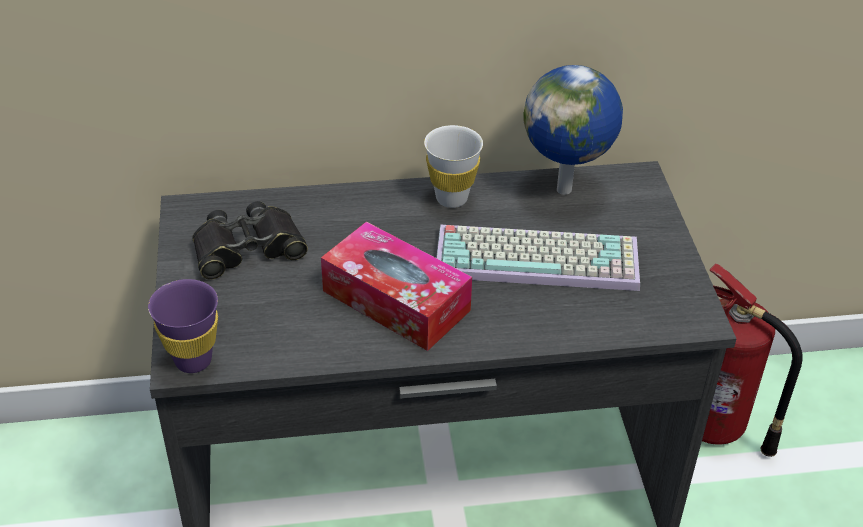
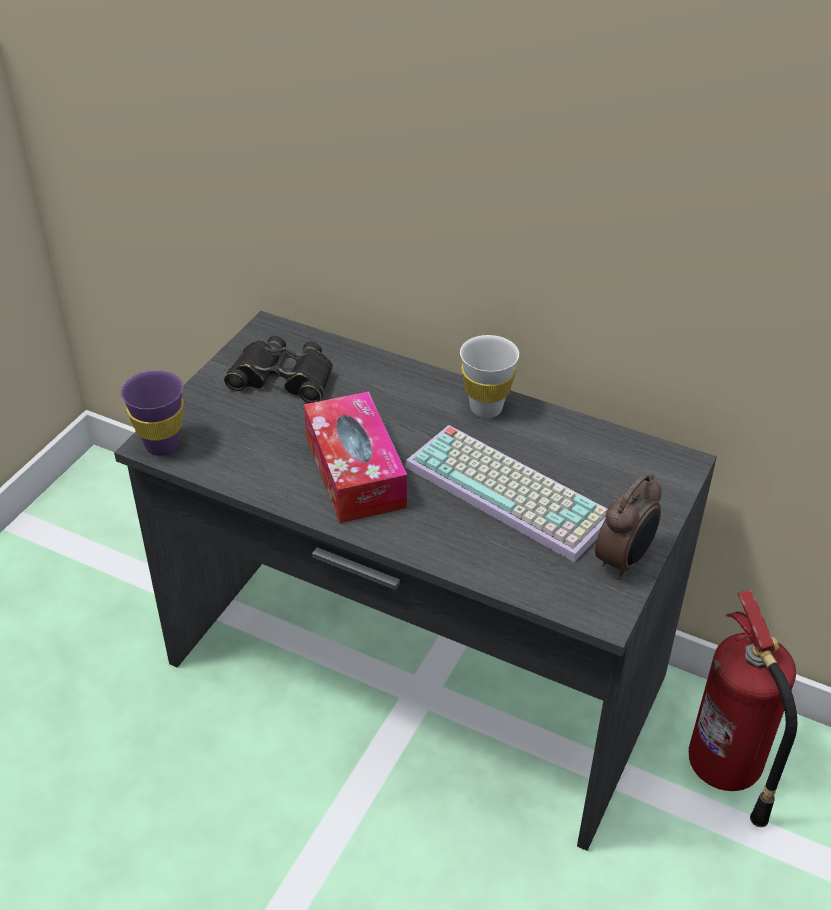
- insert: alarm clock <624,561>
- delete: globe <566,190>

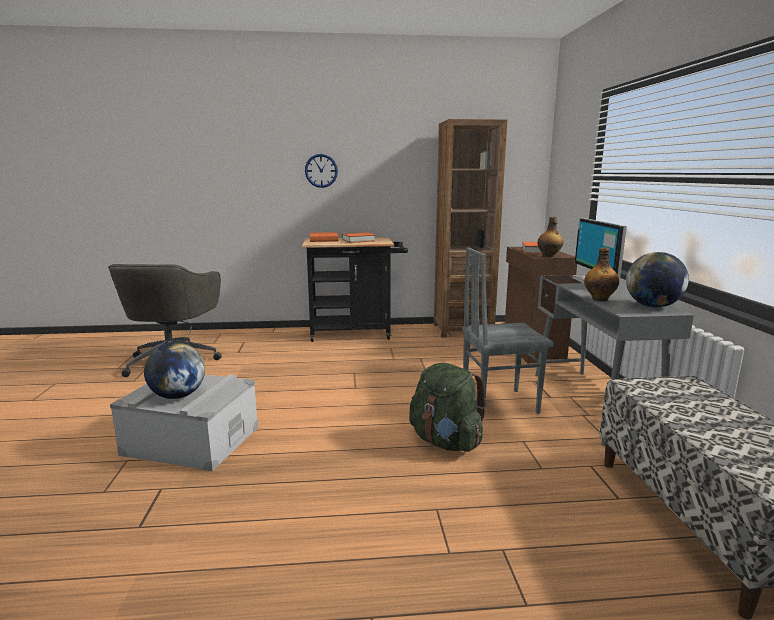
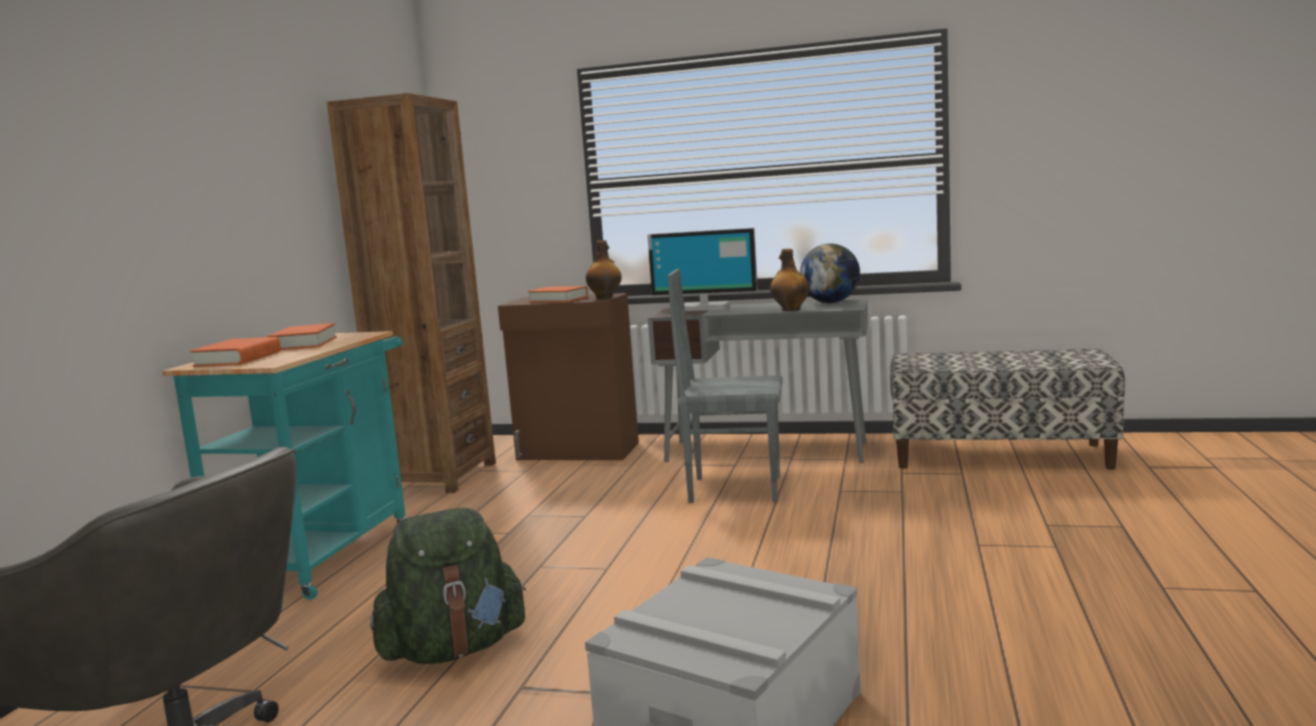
- recolor: black cart <356,333> to turquoise cart <325,554>
- move: green backpack <446,442> to <454,650>
- rotate: grey chair <498,403> = <734,489> 90 degrees clockwise
- delete: globe <178,396>
- delete: wall clock <321,170>

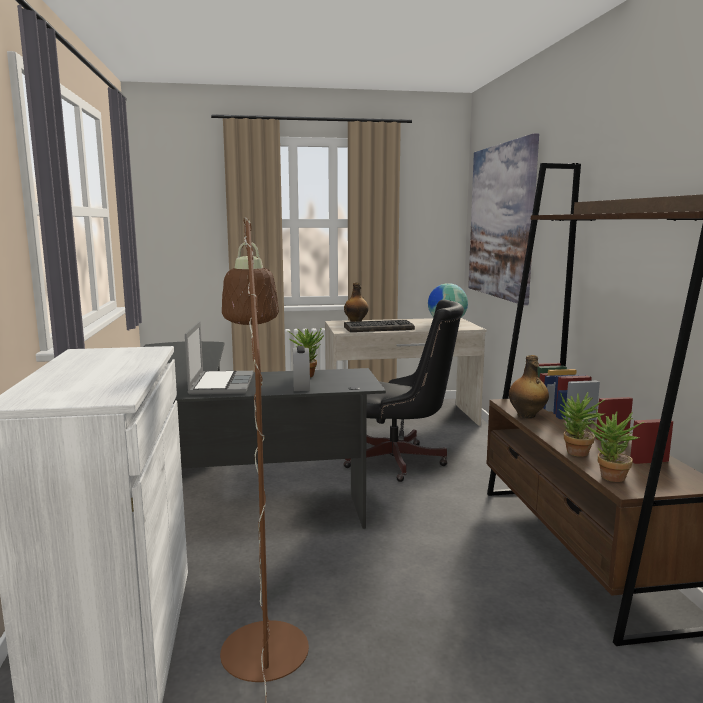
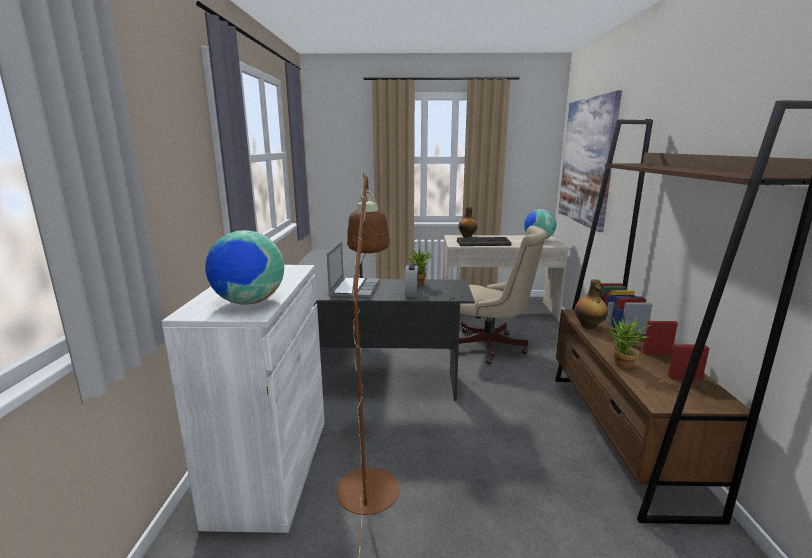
- insert: globe <249,302>
- recolor: black office chair <401,462> to beige office chair <492,347>
- delete: potted plant <609,478>

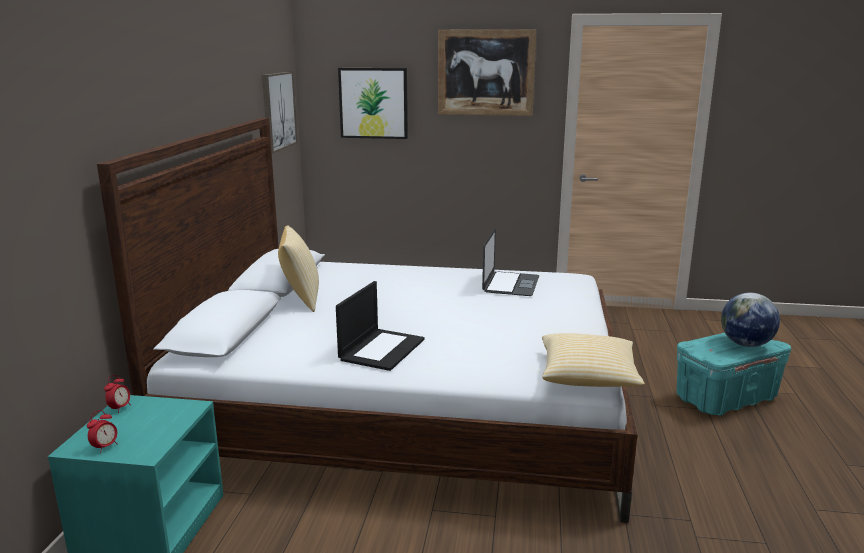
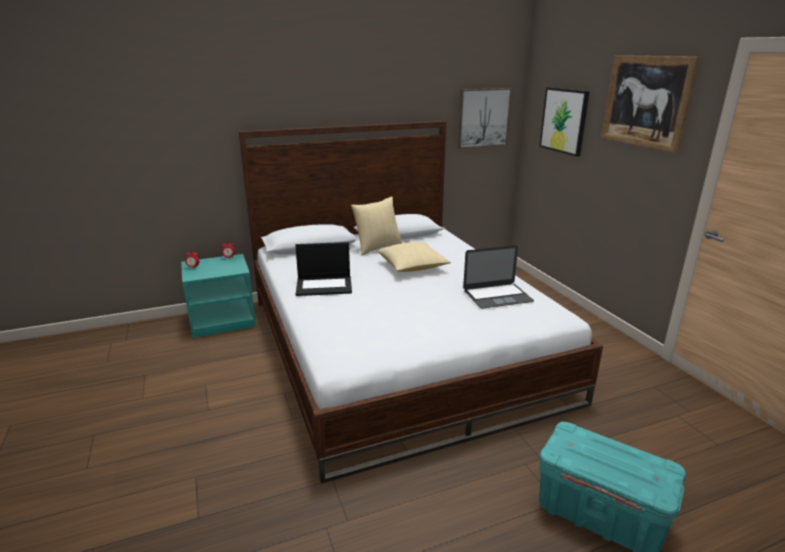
- move: pillow <588,377> to <412,267>
- delete: globe <745,344>

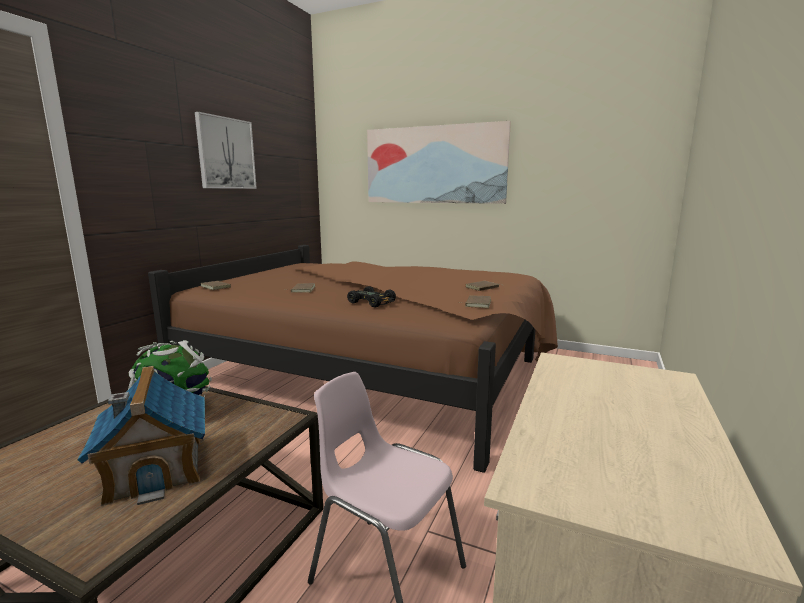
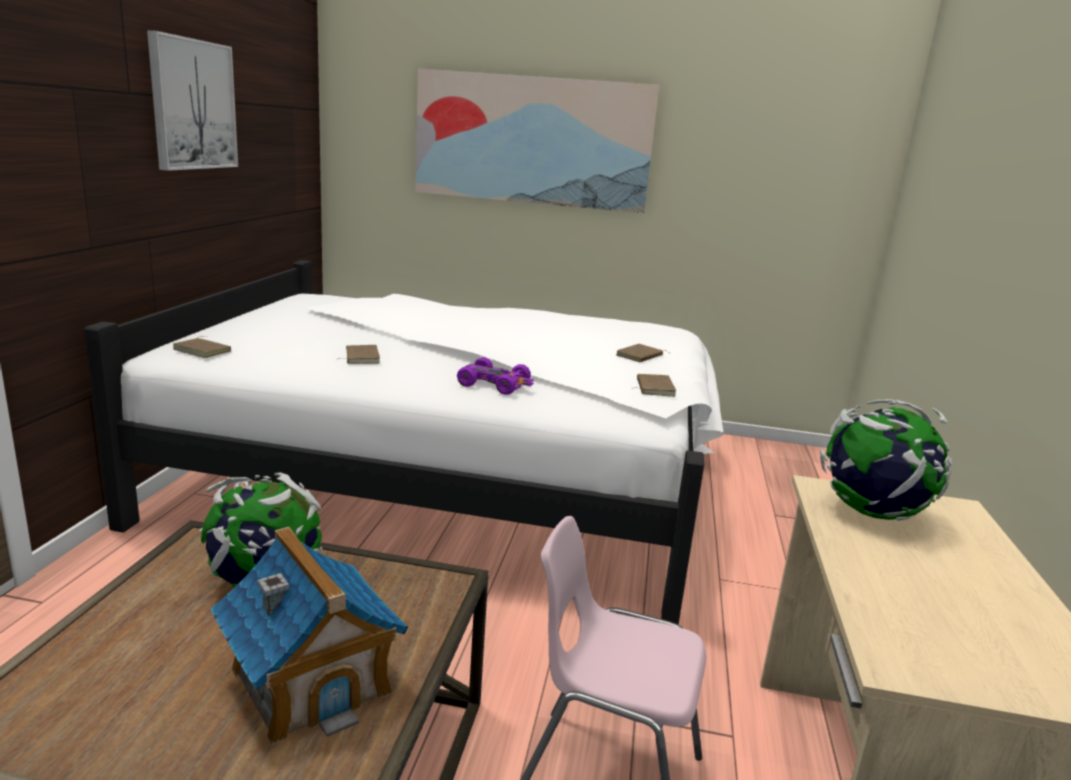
- recolor: brown bed <377,371> to white bed <460,478>
- recolor: black toy car <372,302> to purple toy car <495,385>
- insert: globe <871,513>

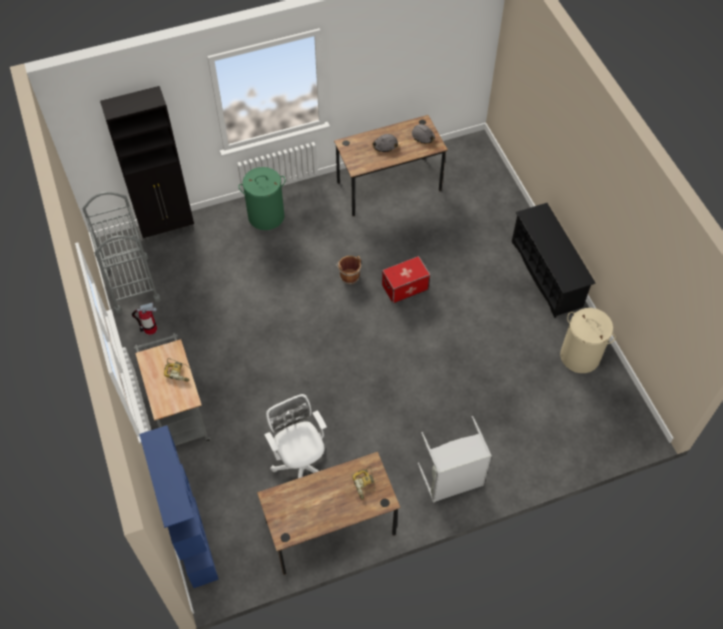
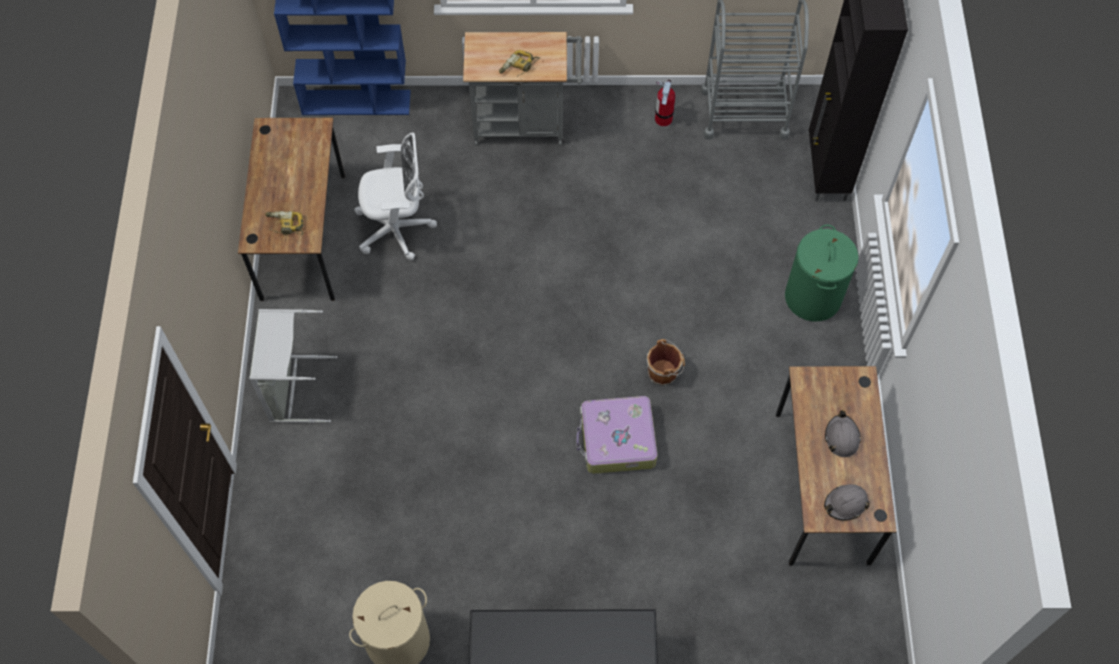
- replace: storage box <405,287> to suitcase <616,440>

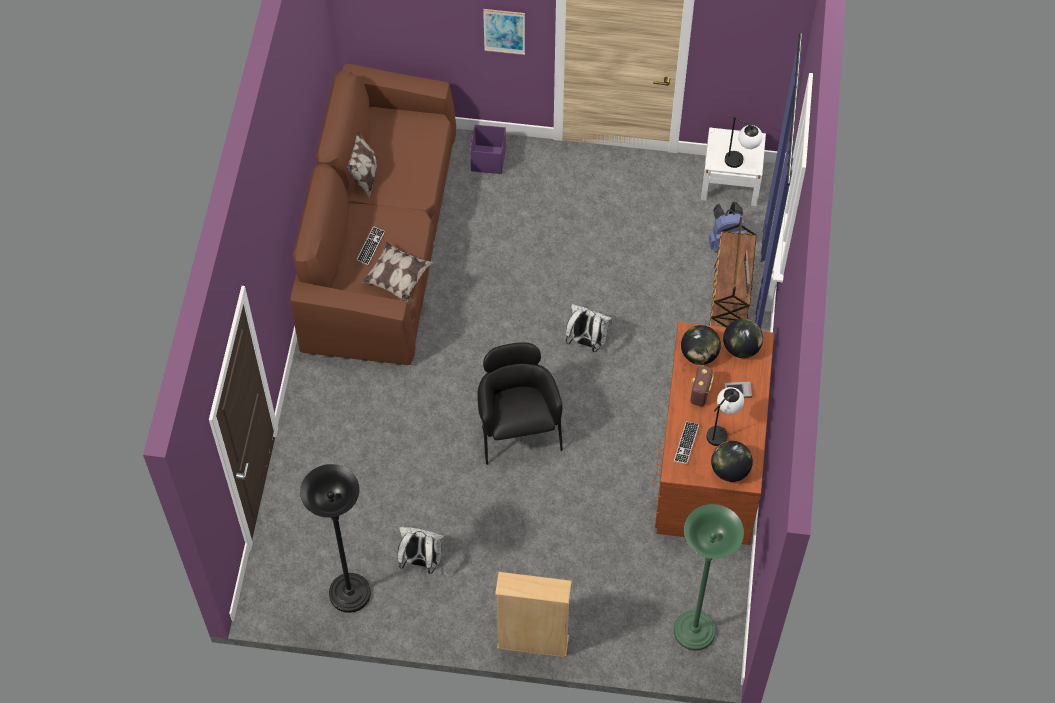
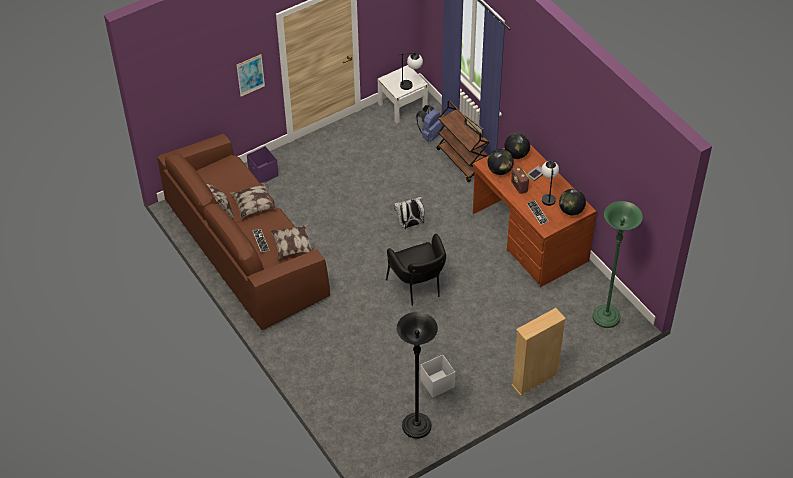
- insert: pillow <254,205>
- rotate: black armchair <517,429> = <418,288> 150 degrees counterclockwise
- replace: white backpack <421,560> to white storage box <437,384>

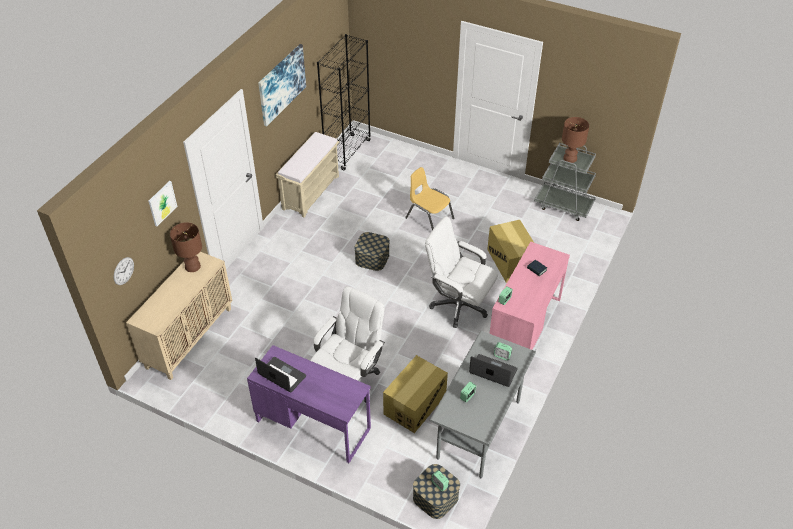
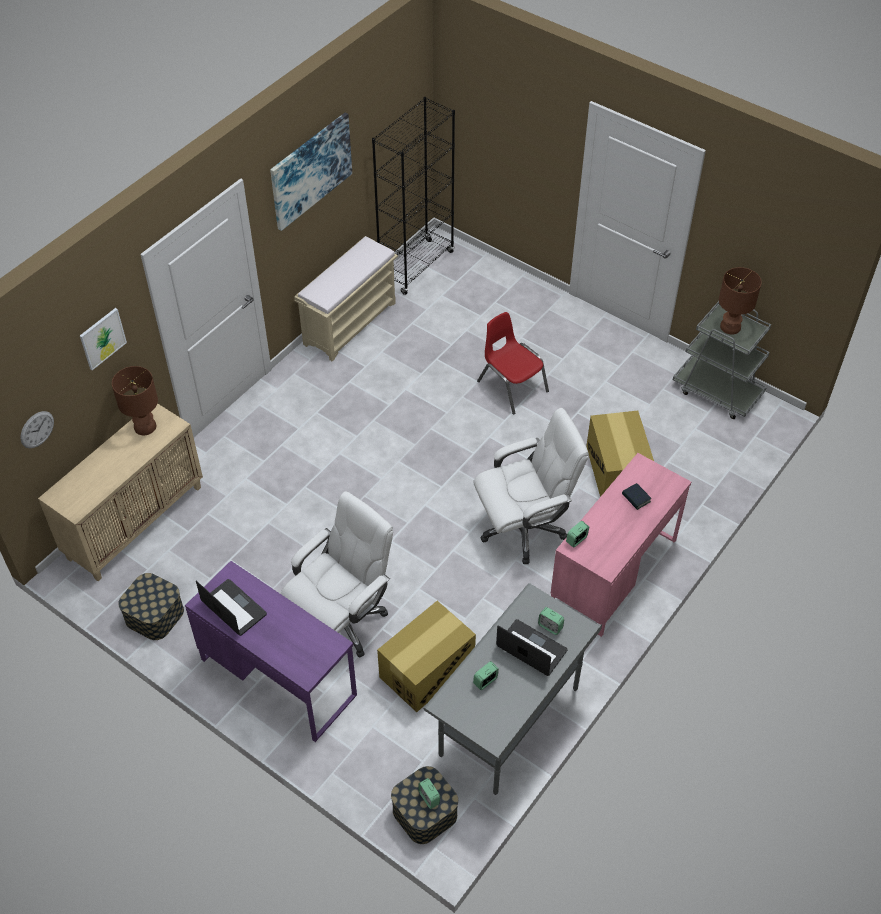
- move: storage box <372,258> to <154,615>
- rotate: white office chair <458,305> = <524,528> 120 degrees clockwise
- recolor: yellow chair <429,218> to red chair <512,386>

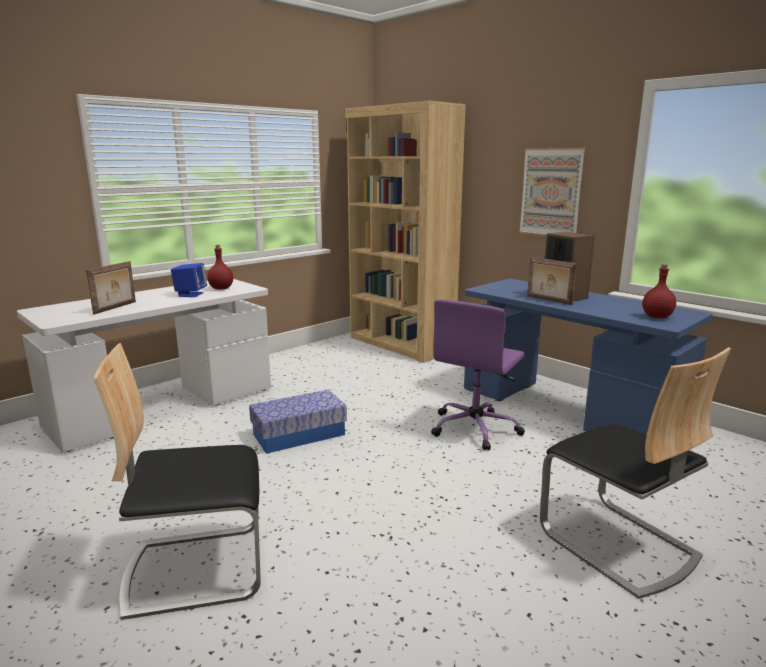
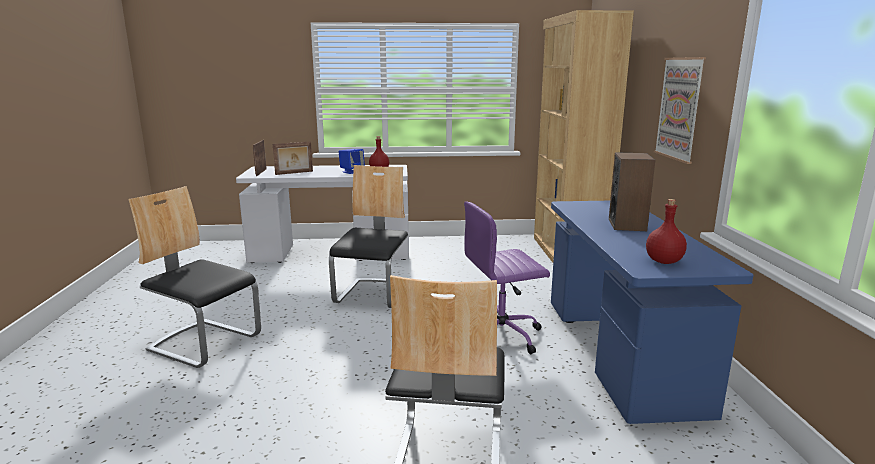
- move: picture frame <548,300> to <260,172>
- replace: storage box <299,434> to chair <373,294>

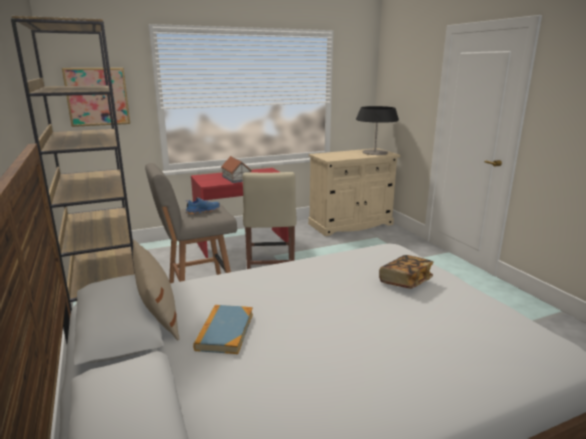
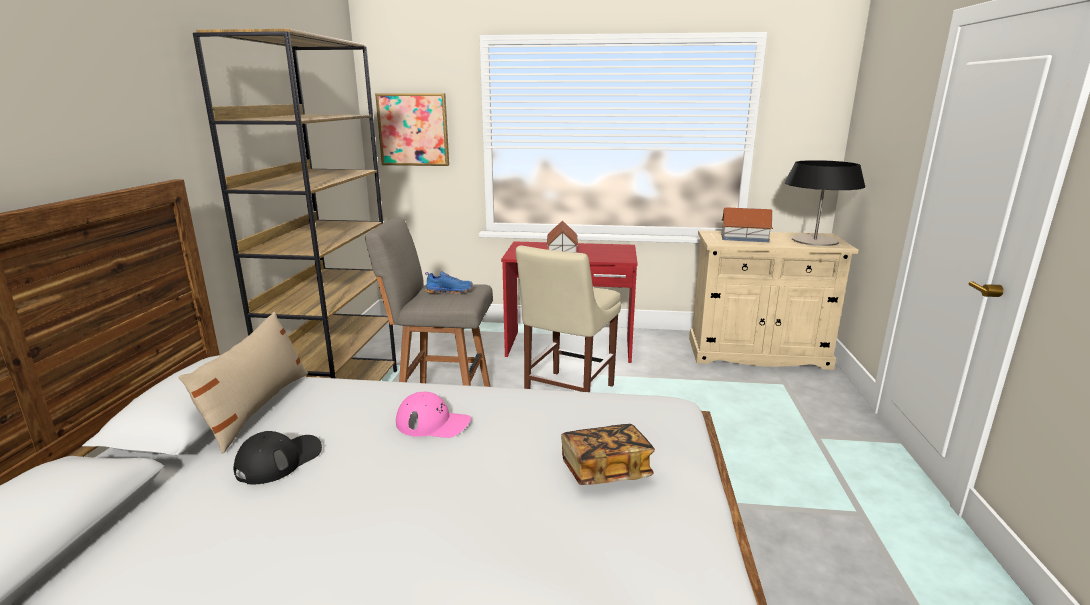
- replace: book <225,331> to black cap <279,460>
- insert: pink cap <433,423>
- insert: toy house <744,237>

